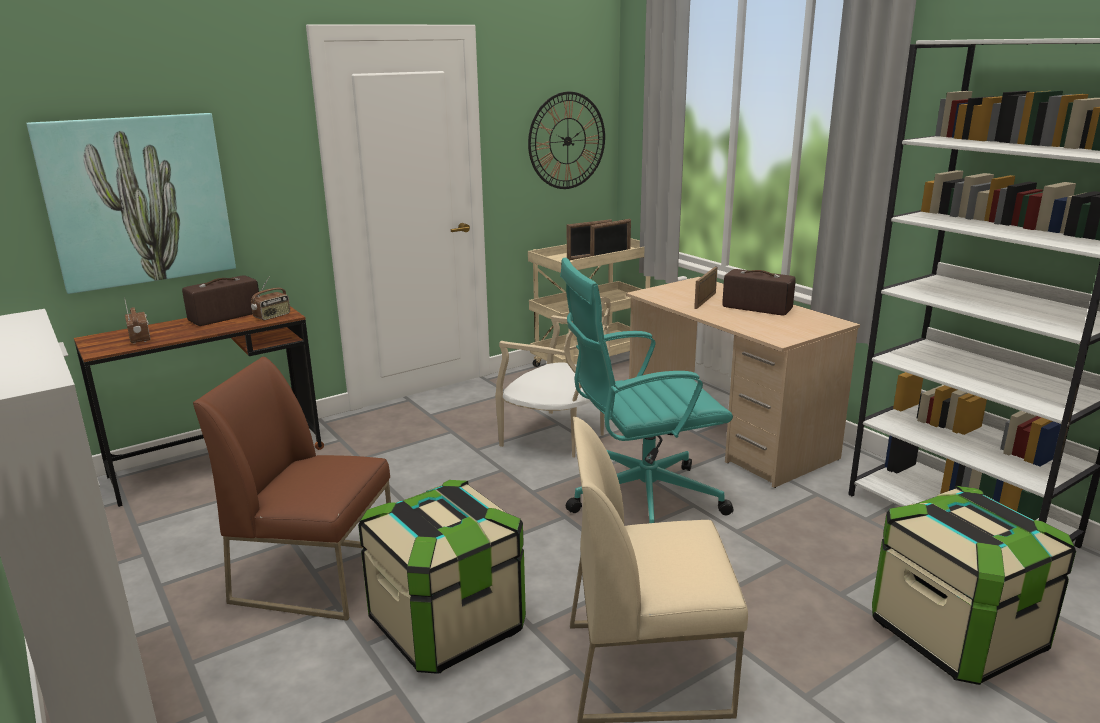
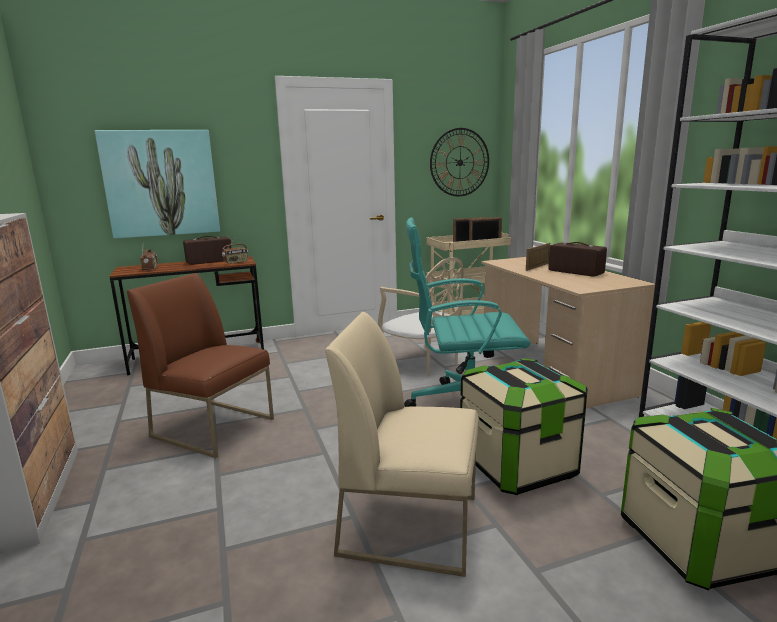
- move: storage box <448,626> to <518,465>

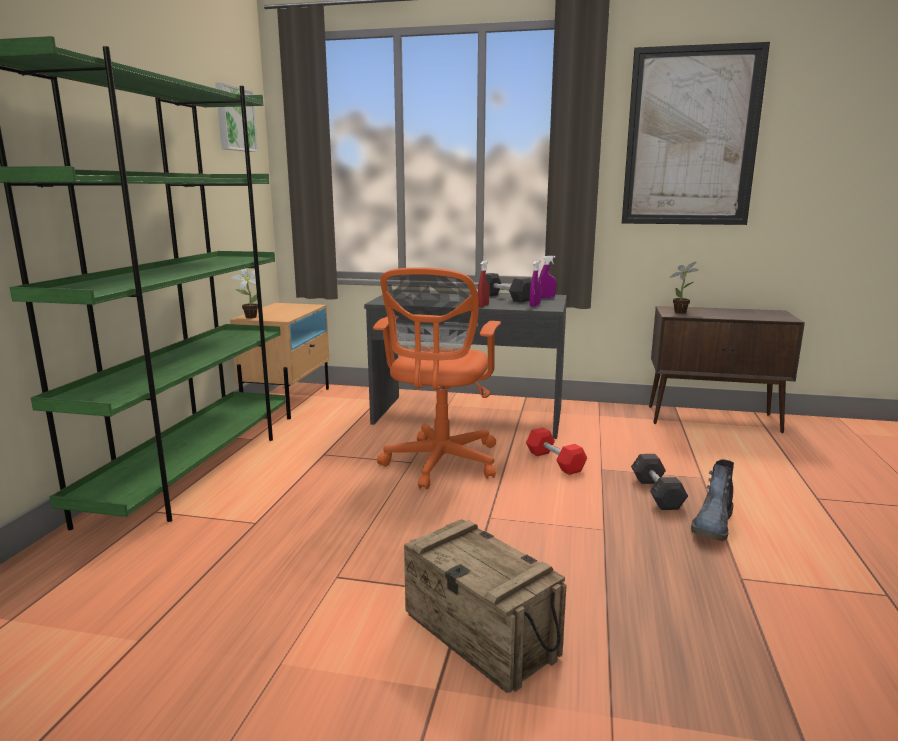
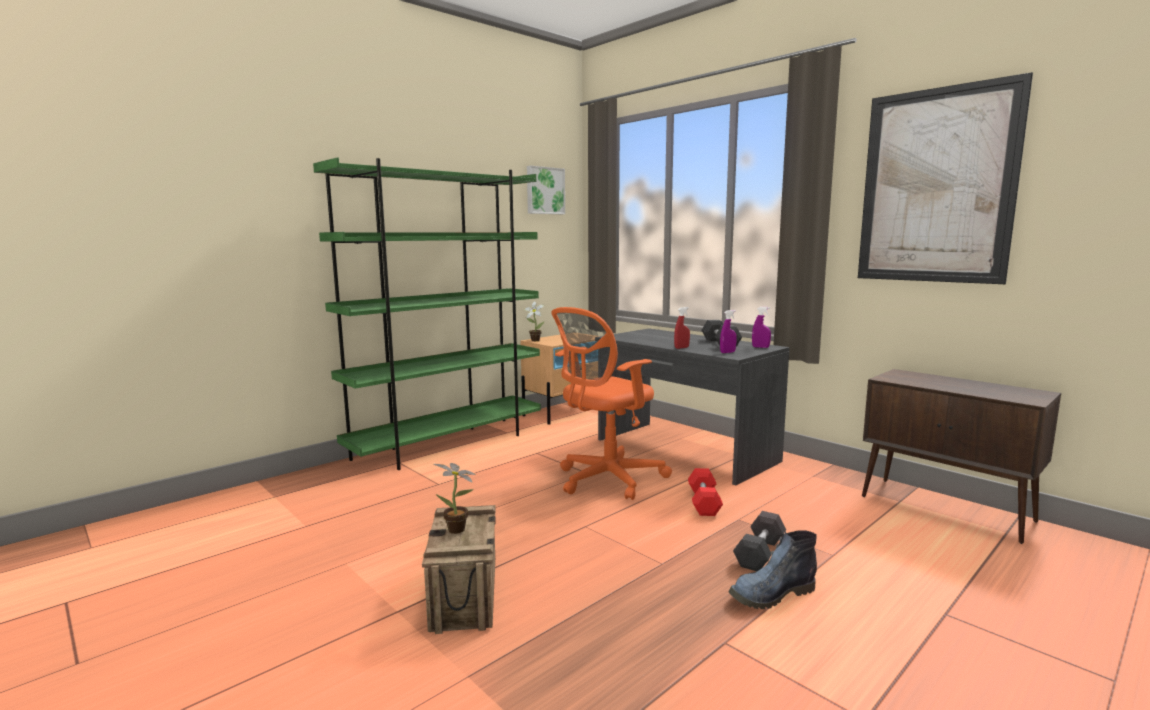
- move: potted plant <682,312> to <459,530>

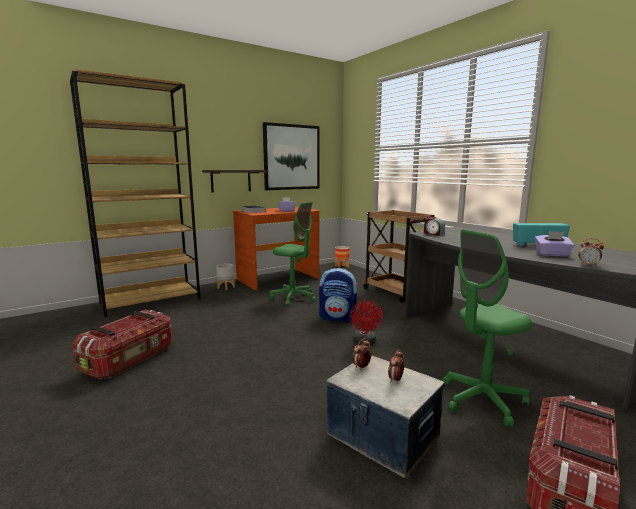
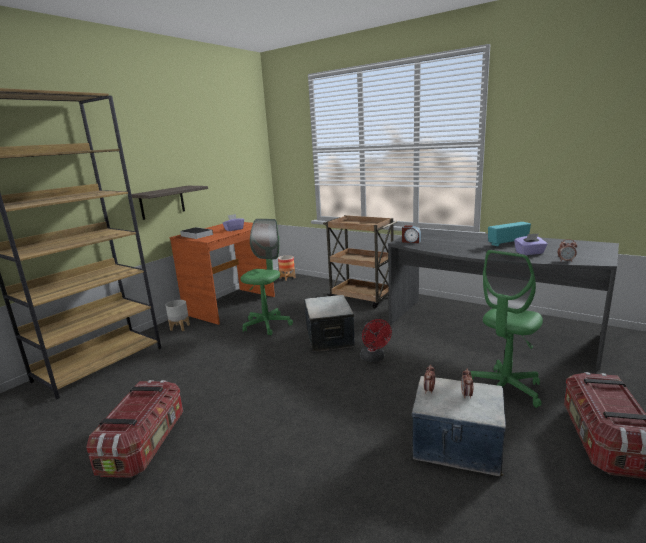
- rotate: green office chair <293,298> = <267,325> 75 degrees counterclockwise
- replace: backpack <338,317> to storage box <330,338>
- delete: picture <292,157>

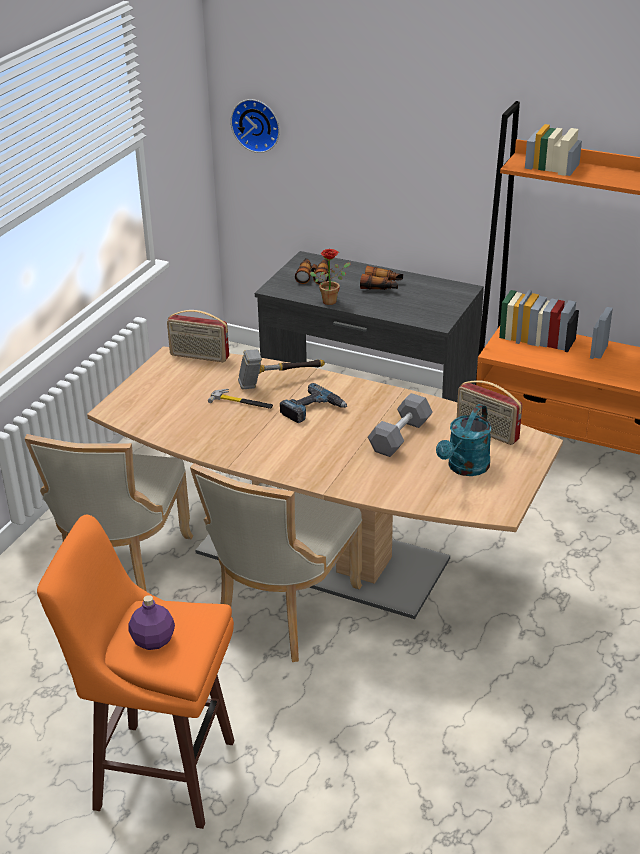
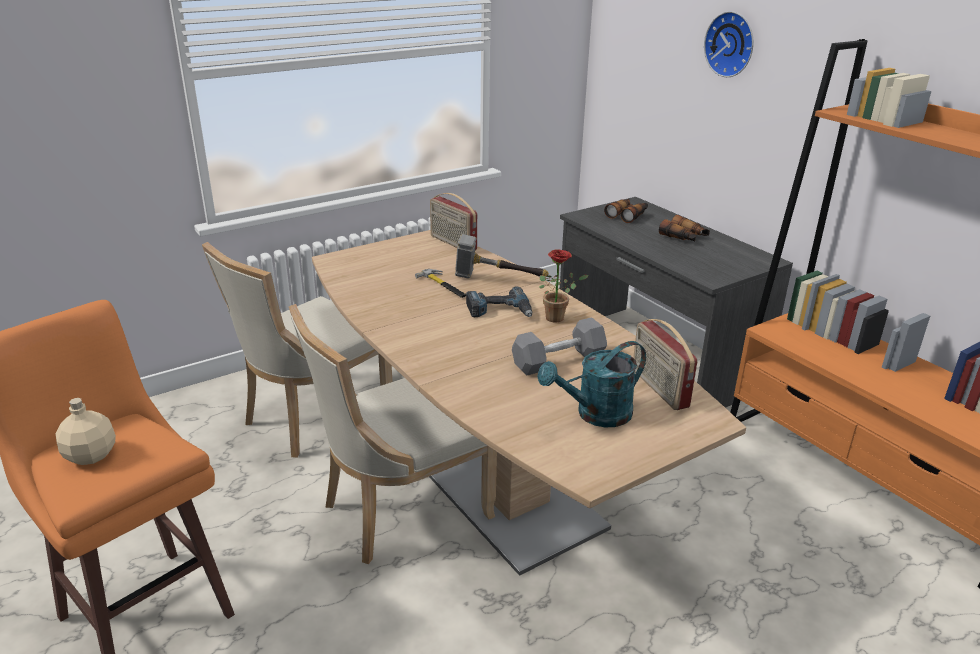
- recolor: purple bottle <154,640> to beige bottle <91,455>
- move: potted plant <331,300> to <558,317>
- move: wall clock <257,124> to <731,44>

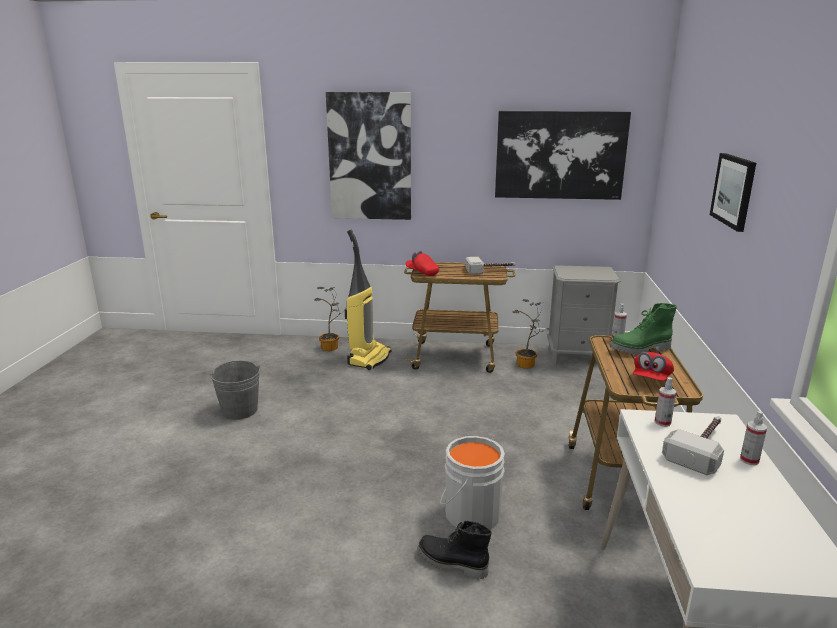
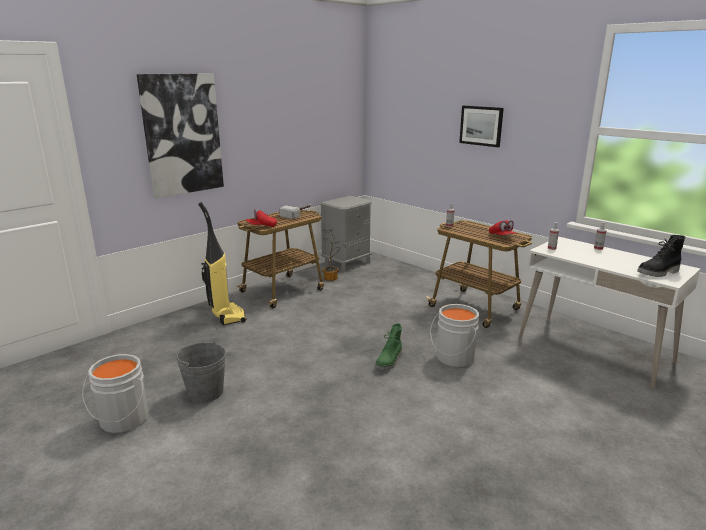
- insert: grey bucket <122,420>
- move: green boot <640,349> to <389,362>
- move: black boot <451,563> to <658,273>
- delete: potted plant <332,348>
- delete: picture <560,155>
- delete: hammer <701,448>

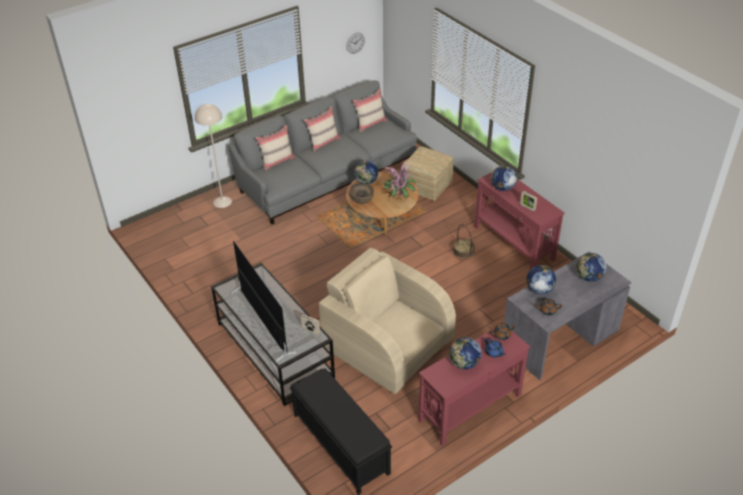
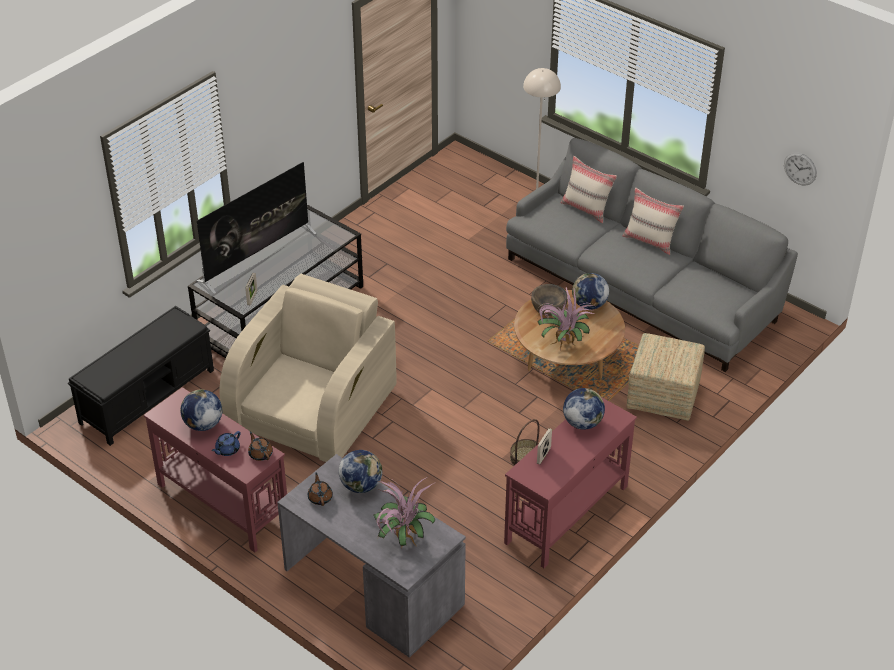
- replace: globe <588,277> to potted plant <403,538>
- delete: beige pillow <370,124>

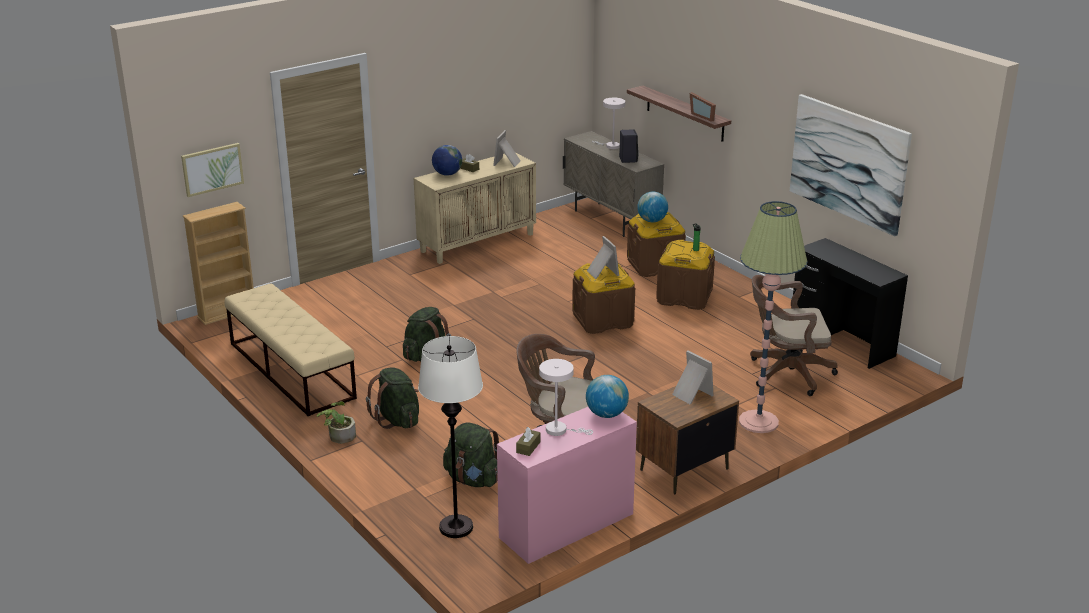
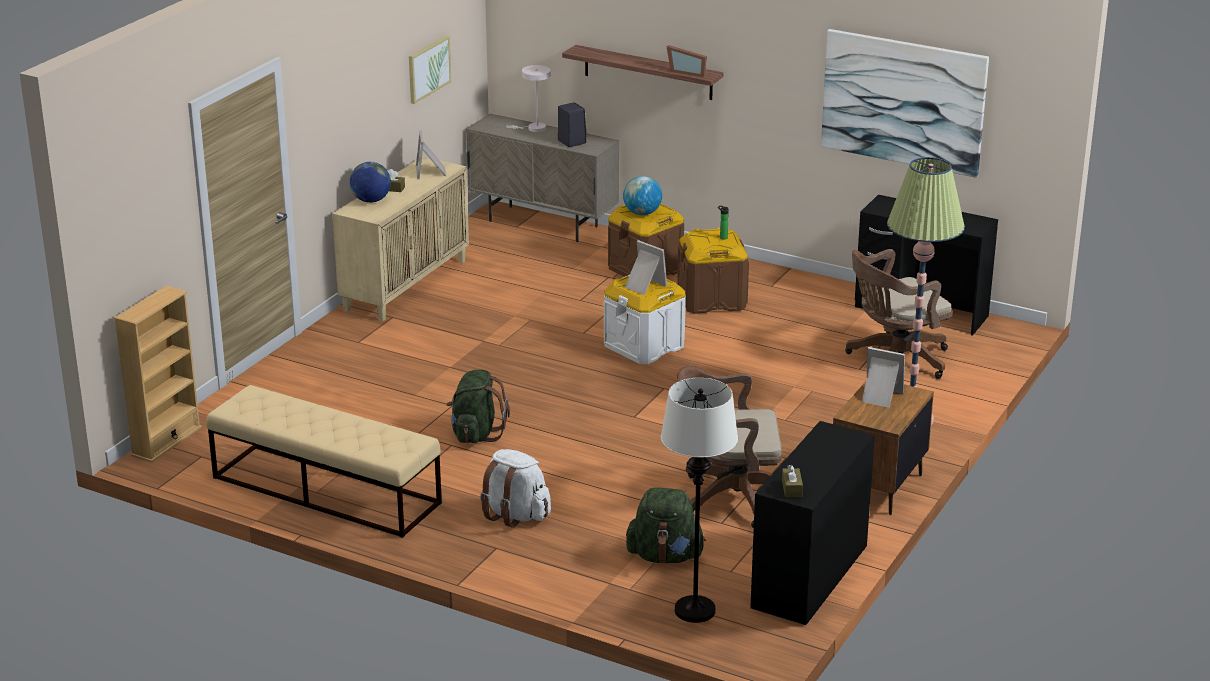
- move: picture <212,169> to <428,68>
- recolor: green backpack <397,420> to white backpack <515,515>
- recolor: brown storage box <603,320> to white storage box <644,346>
- recolor: pink desk <567,526> to black desk <810,576>
- delete: potted plant <339,435>
- delete: white table lamp <560,430>
- delete: globe <606,414>

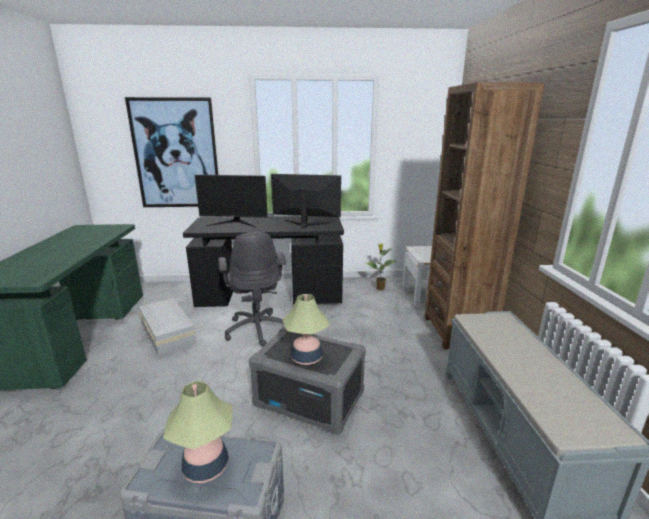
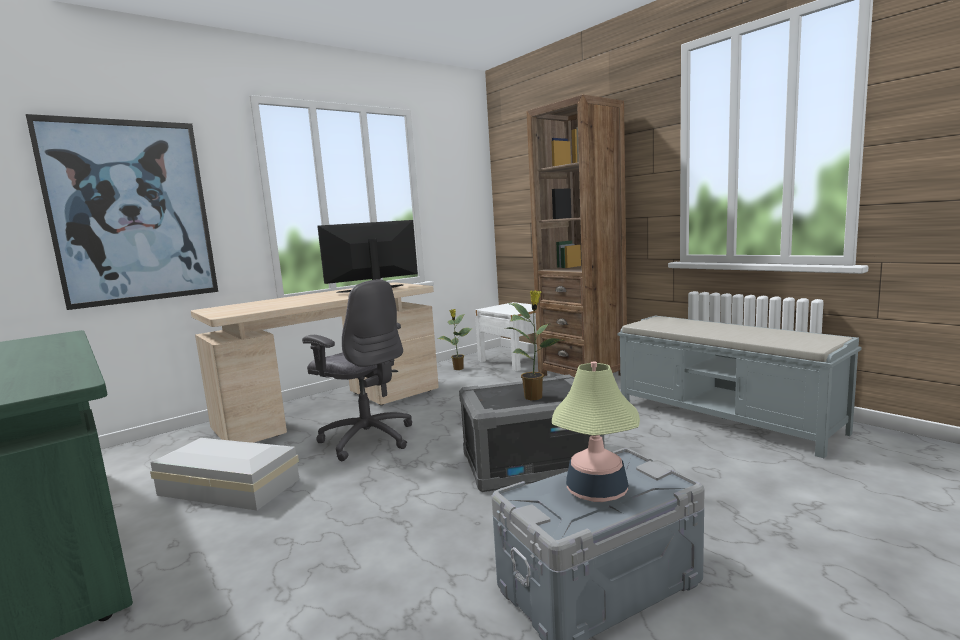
- recolor: black desk <270,296> to beige desk <333,410>
- replace: table lamp <306,357> to potted plant <534,397>
- delete: monitor <235,223>

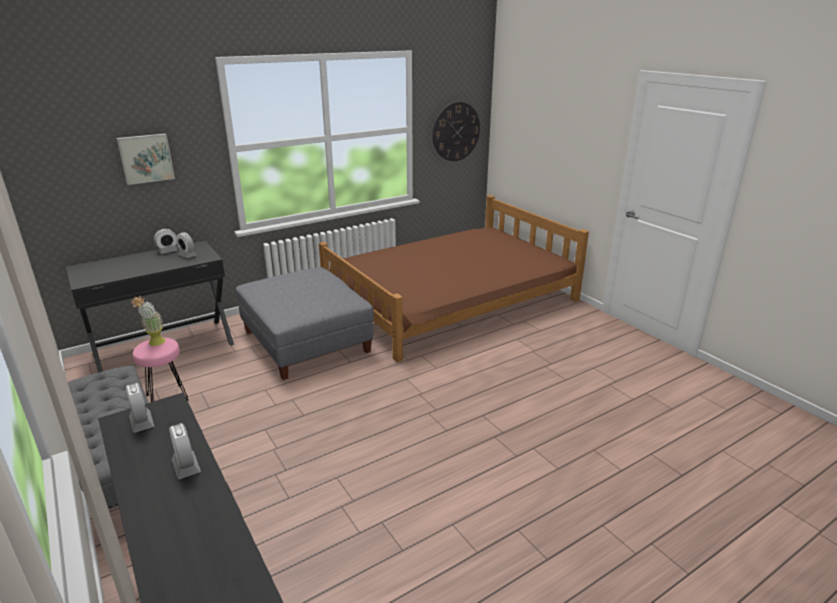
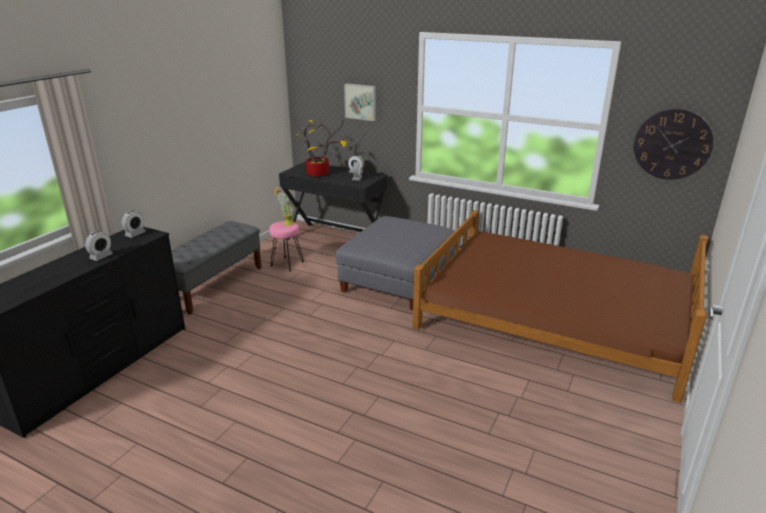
- insert: potted plant <320,173>

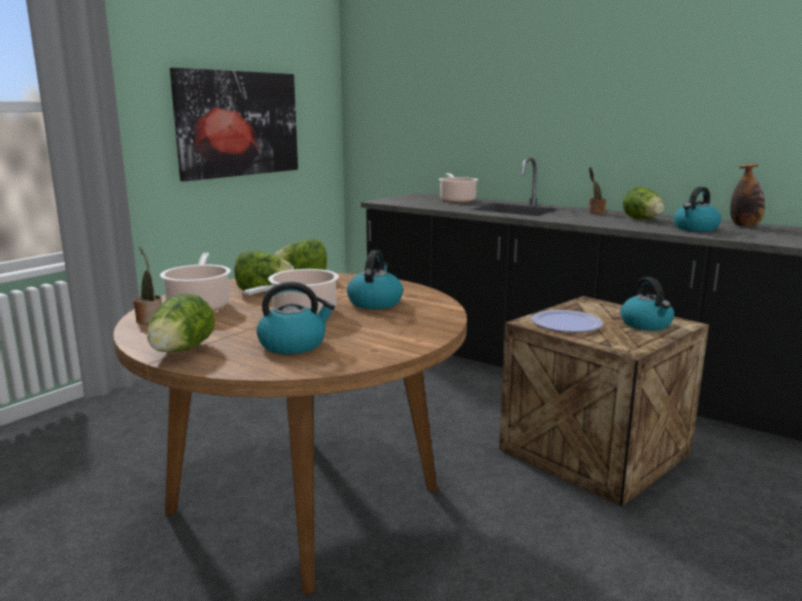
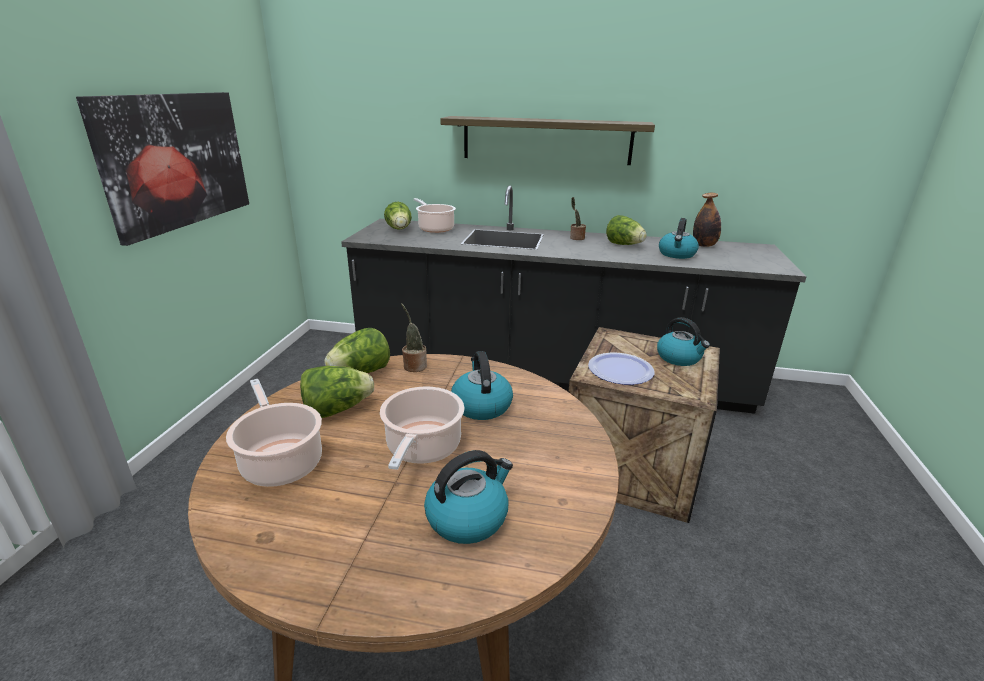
- move: lettuce <181,351> to <399,230>
- move: potted plant <149,320> to <414,366>
- insert: shelf <546,140>

